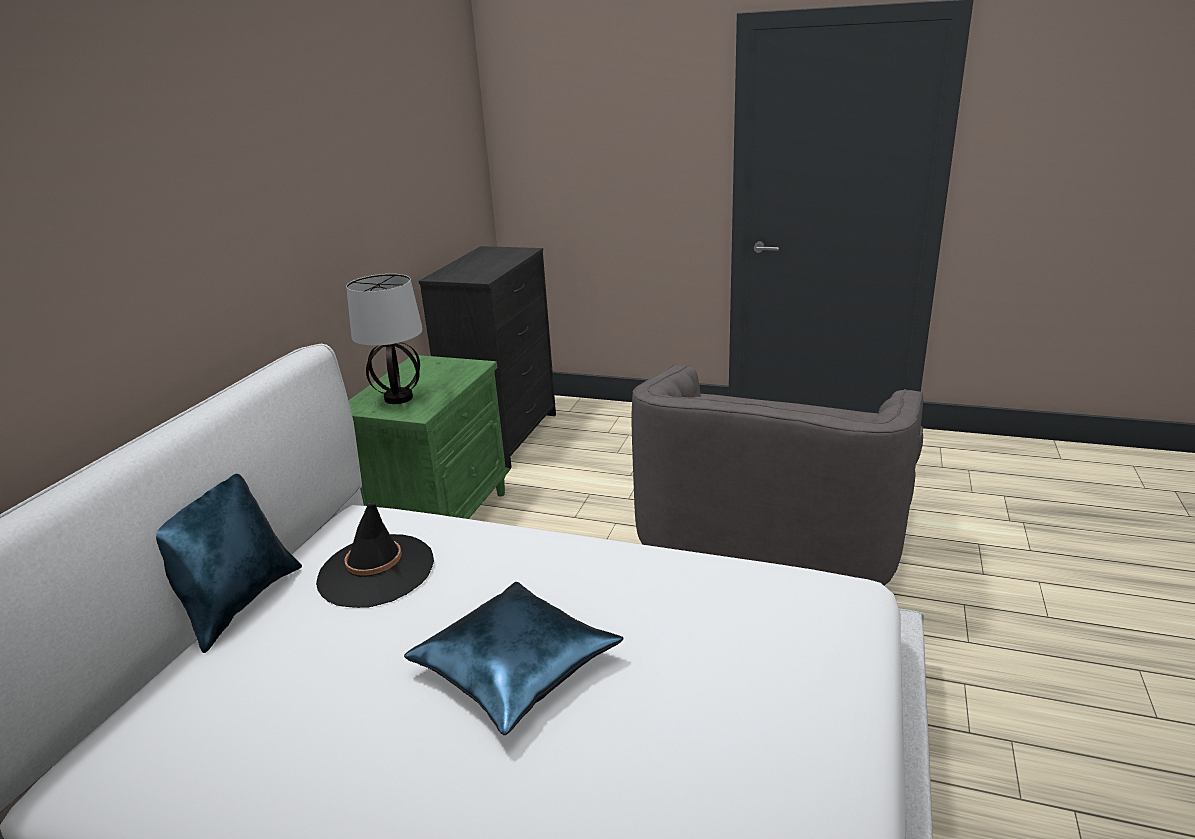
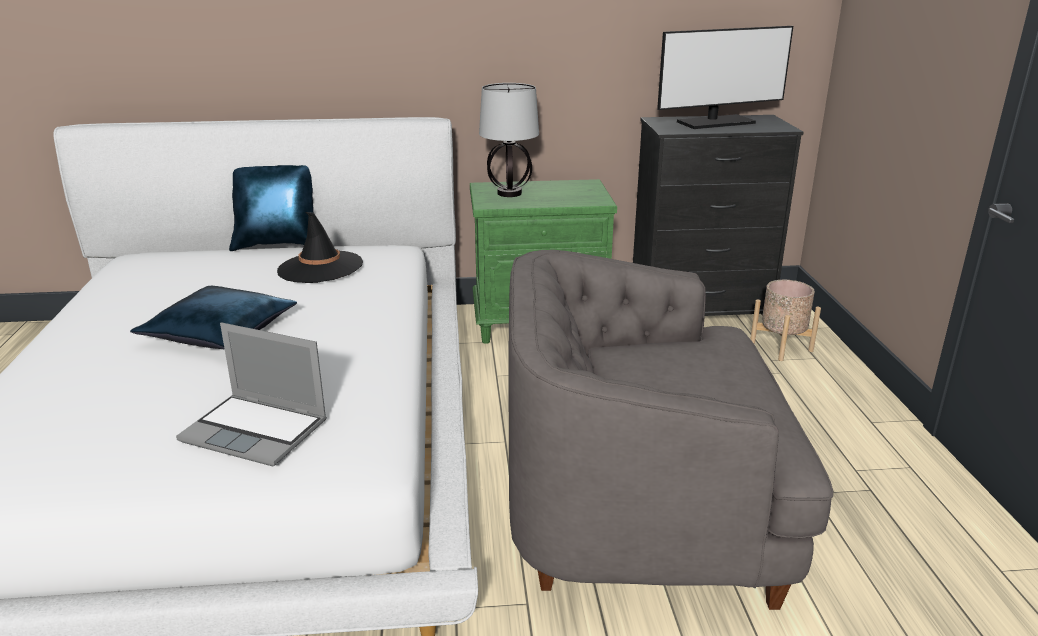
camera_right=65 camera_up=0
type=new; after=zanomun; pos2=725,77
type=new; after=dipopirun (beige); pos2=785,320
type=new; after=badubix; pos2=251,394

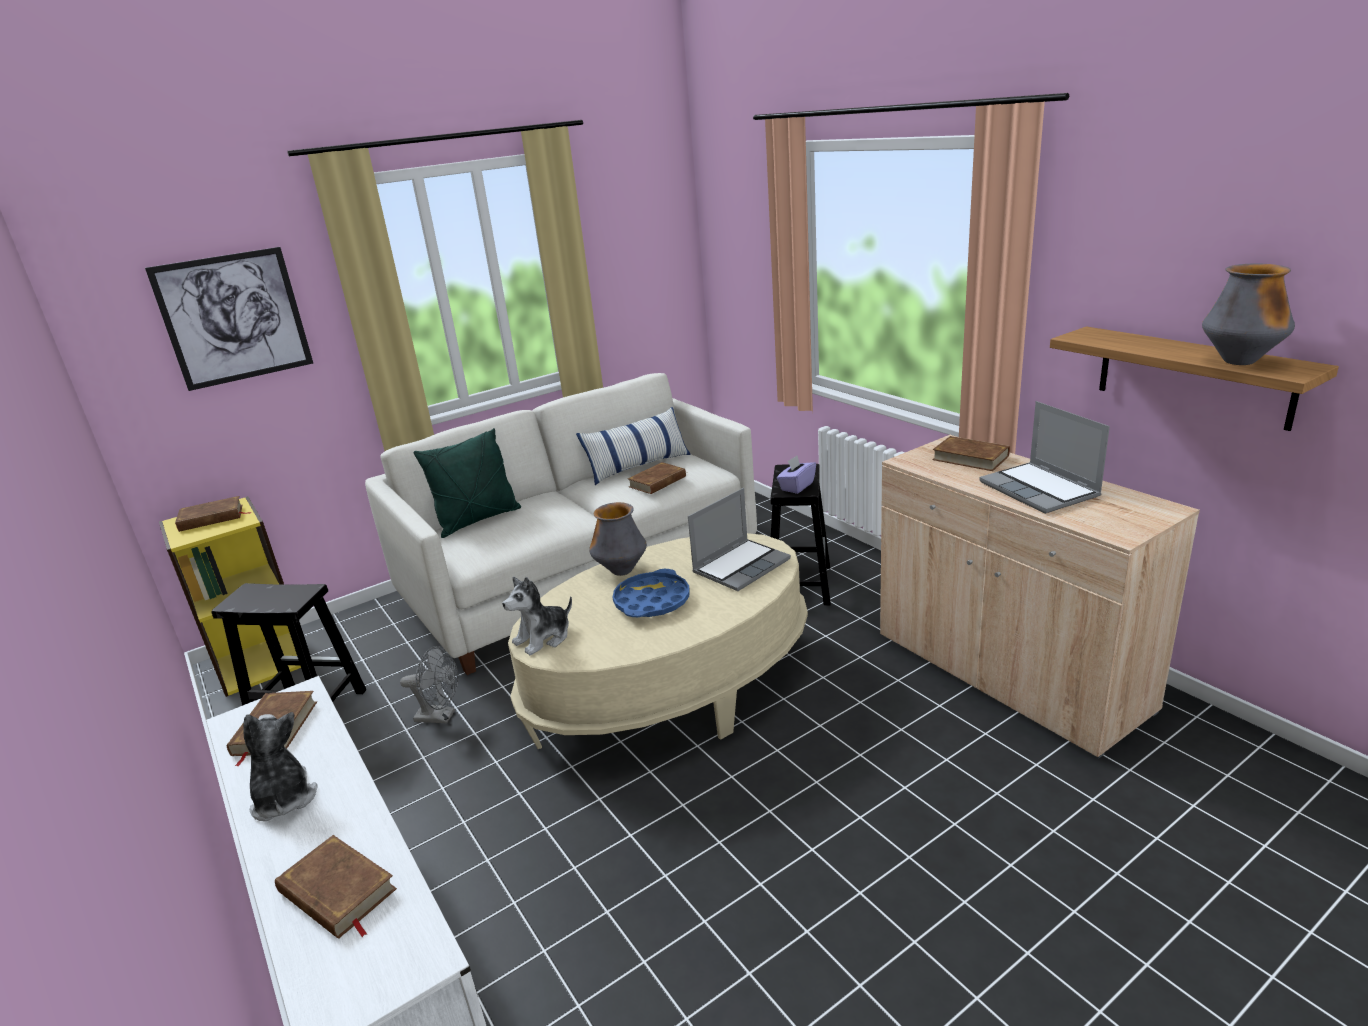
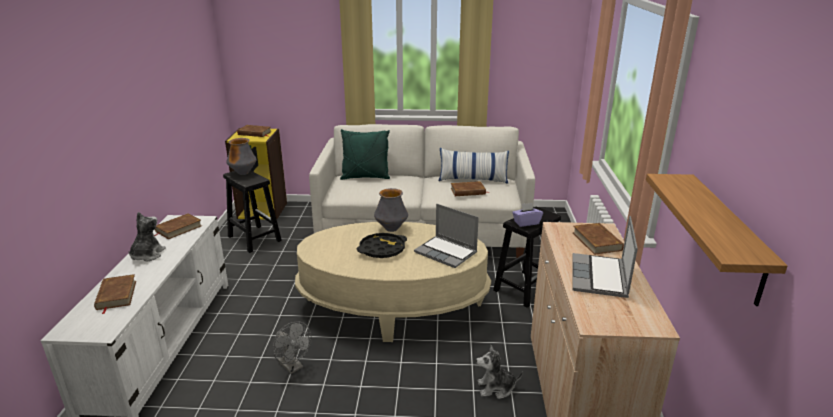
camera_right=35 camera_up=0
type=gone; before=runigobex; pos1=229,319
type=shifted; before=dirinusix; pos1=1248,314; pos2=241,156
type=rotated; before=badubix; pos1=739,539; pos2=446,236; turn=45
type=repainted; before=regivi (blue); after=regivi (black); pos1=651,593; pos2=382,245
type=shifted; before=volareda; pos1=537,616; pos2=499,372
type=shifted; before=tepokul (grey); pos1=429,685; pos2=292,347

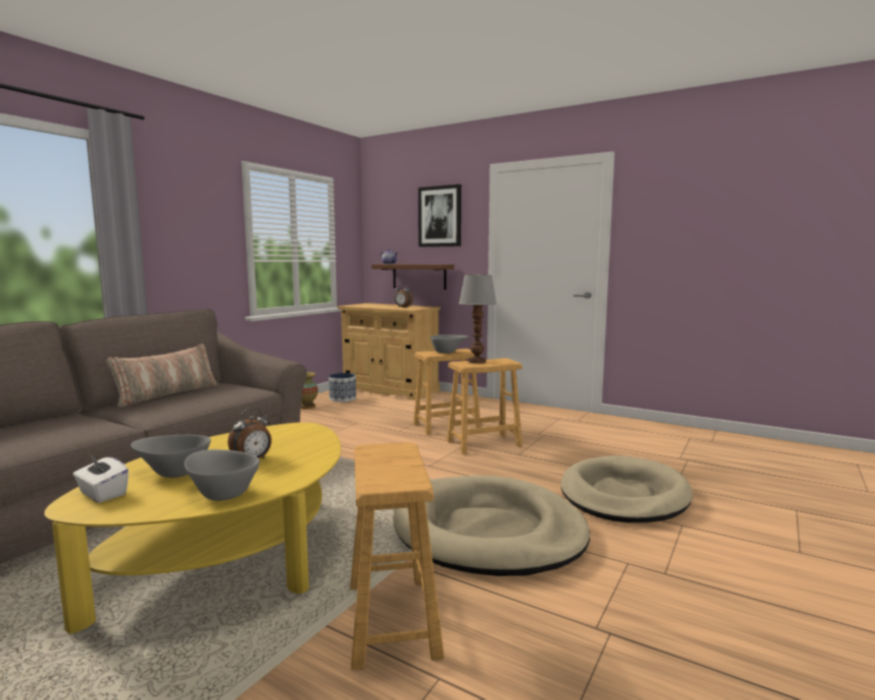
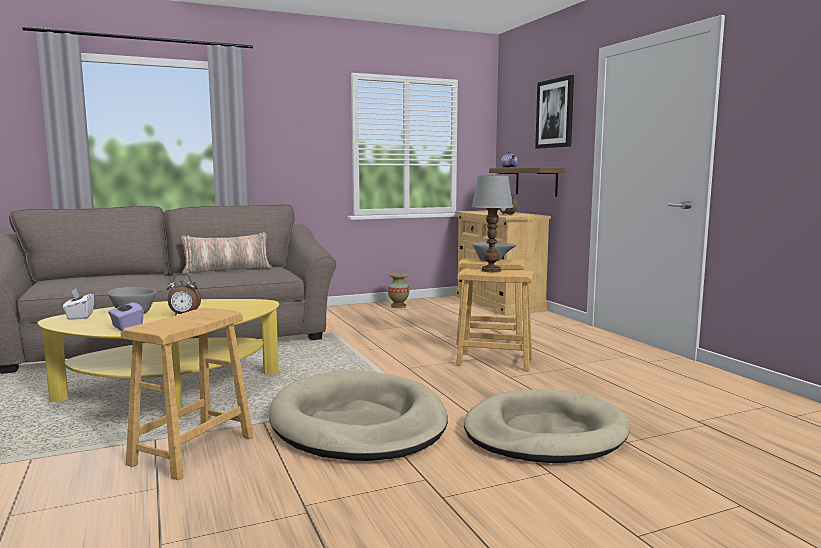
camera_right=35 camera_up=0
type=gone; before=dipopirun; pos1=342,387
type=swapped; before=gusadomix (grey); after=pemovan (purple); pos1=222,475; pos2=126,314

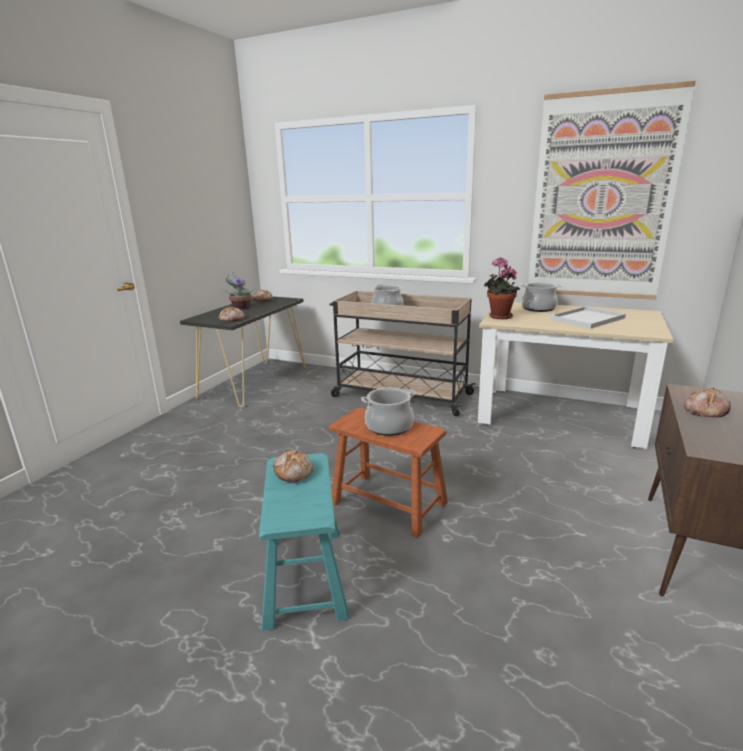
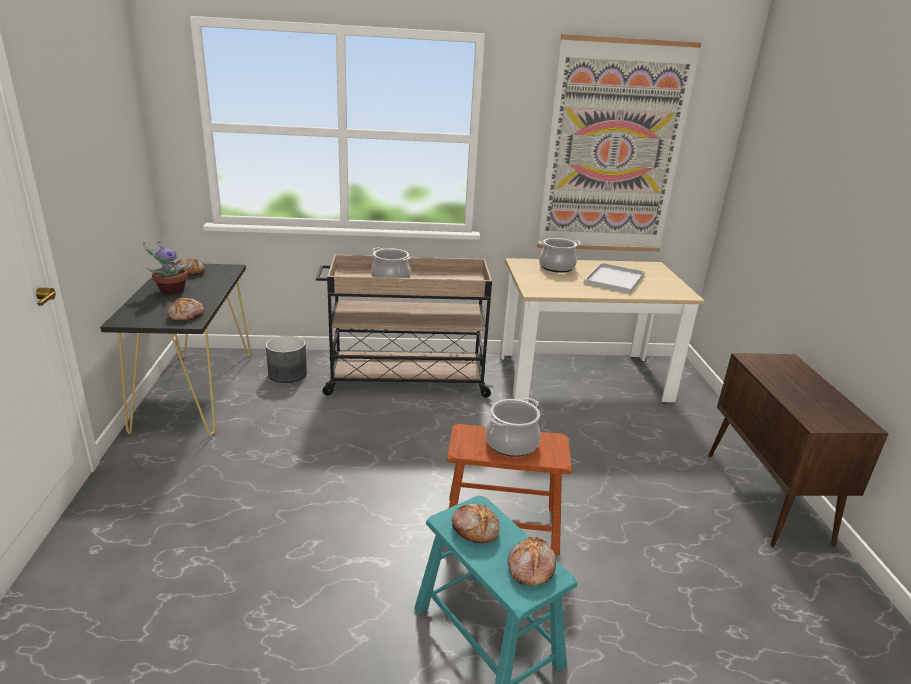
camera_right=-30 camera_up=5
type=gone; before=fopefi; pos1=502,288
type=shifted; before=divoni; pos1=707,402; pos2=532,561
type=new; after=dipopirun (grey); pos2=286,359

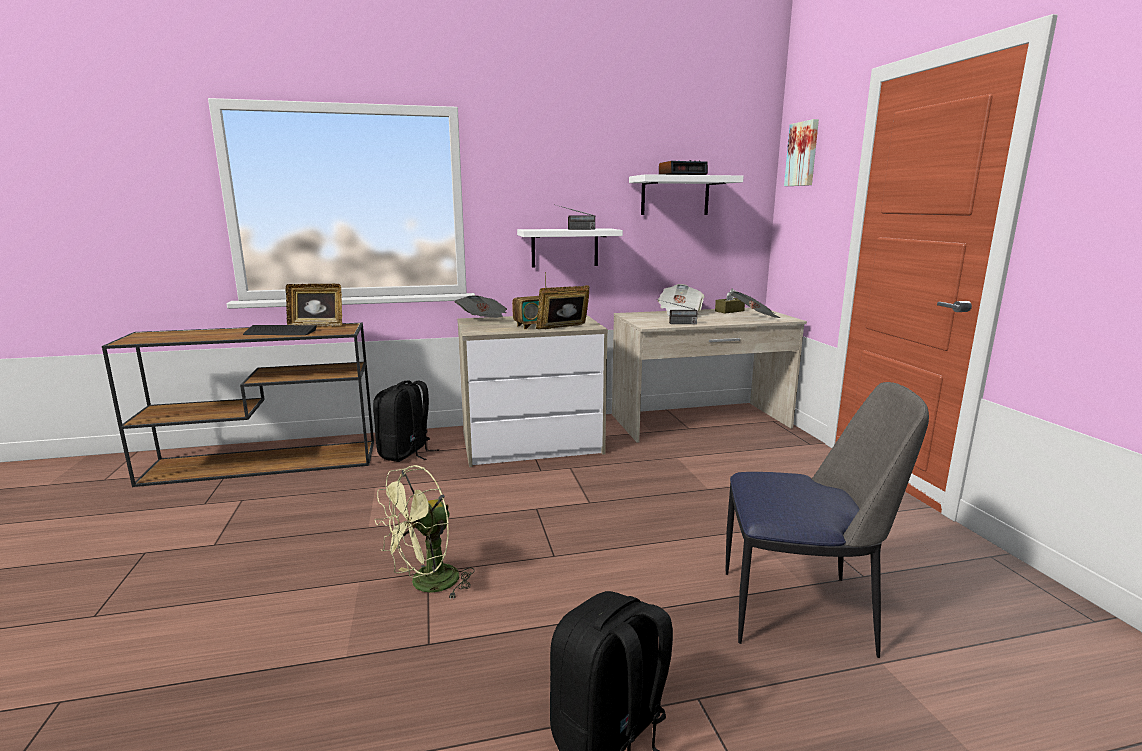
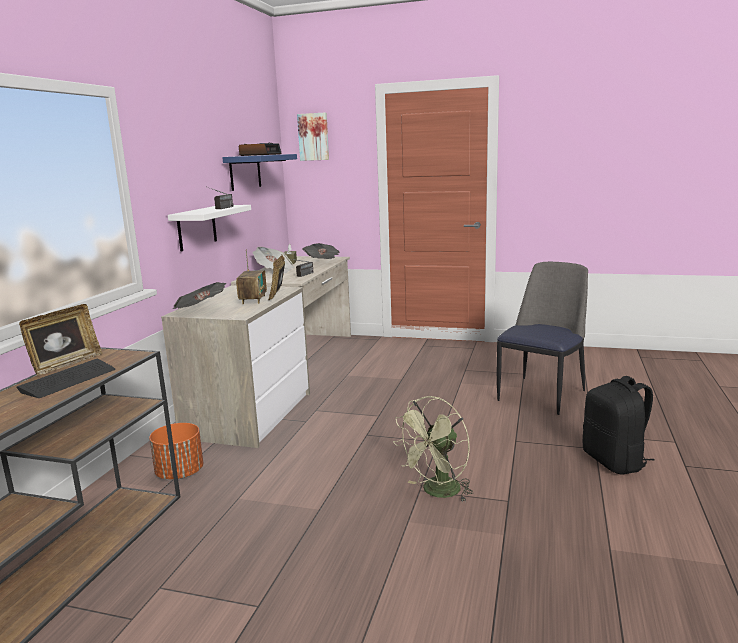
camera_right=-60 camera_up=0
type=repainted; before=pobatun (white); after=pobatun (blue); pos1=686,194; pos2=259,172
type=swapped; before=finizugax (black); after=dipopirun (orange); pos1=406,421; pos2=176,451
type=rotated; before=tepokul (green); pos1=424,532; pos2=433,449; turn=60

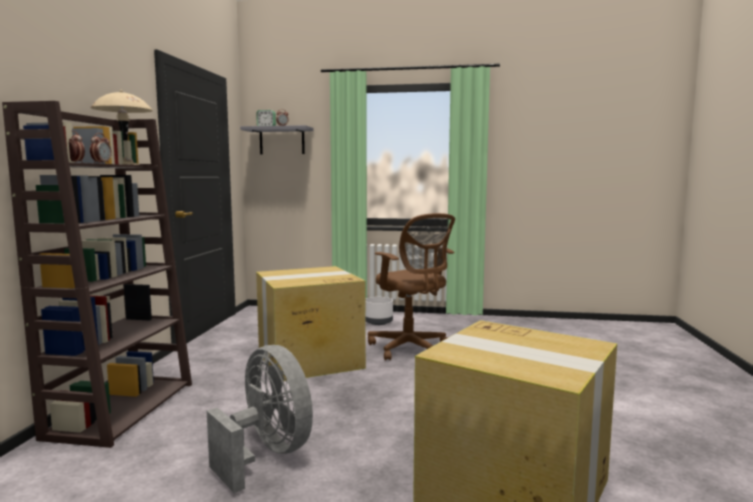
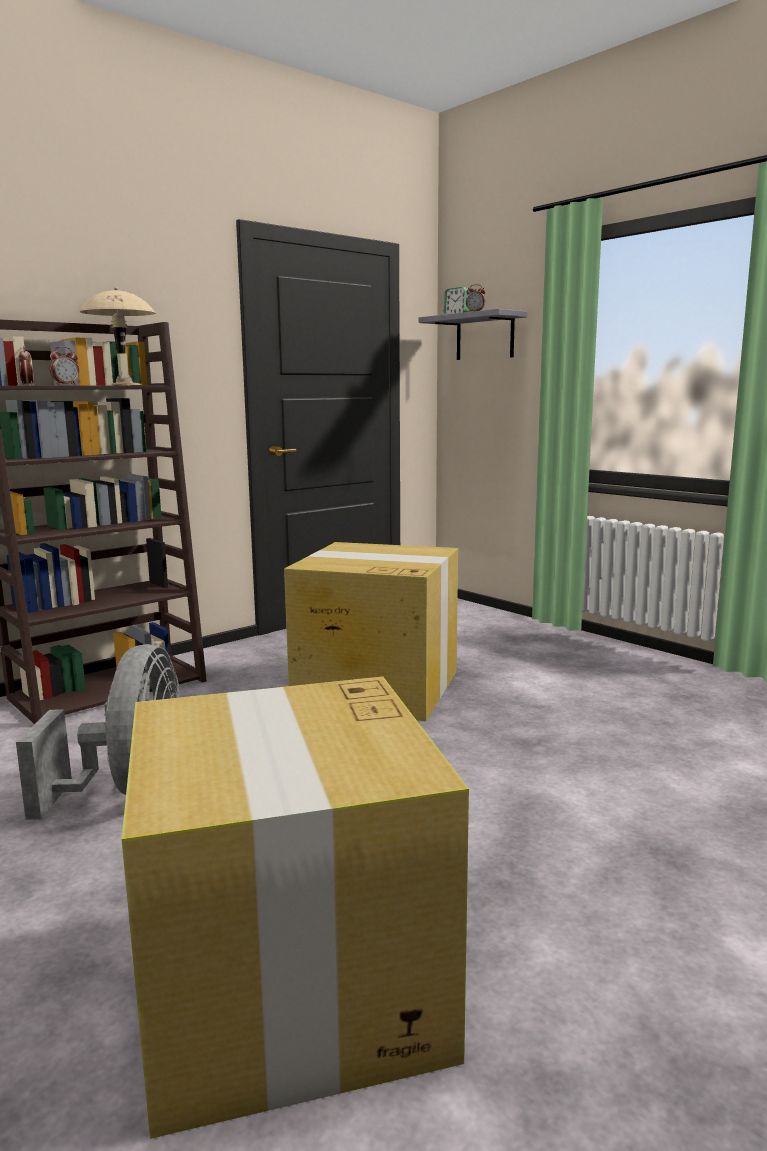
camera_right=40 camera_up=5
type=gone; before=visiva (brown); pos1=411,286
type=gone; before=dipopirun (white); pos1=379,311

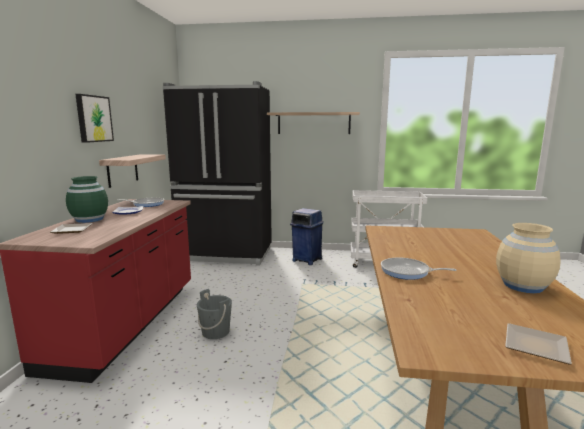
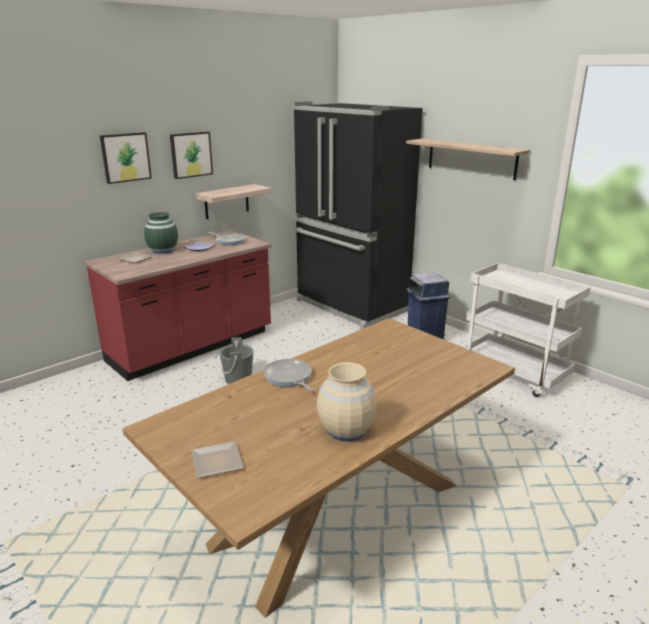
camera_right=40 camera_up=10
type=new; after=runigobex; pos2=126,158

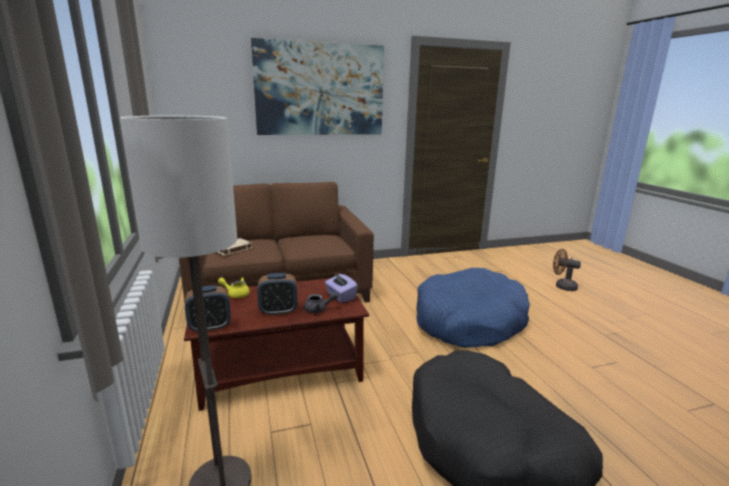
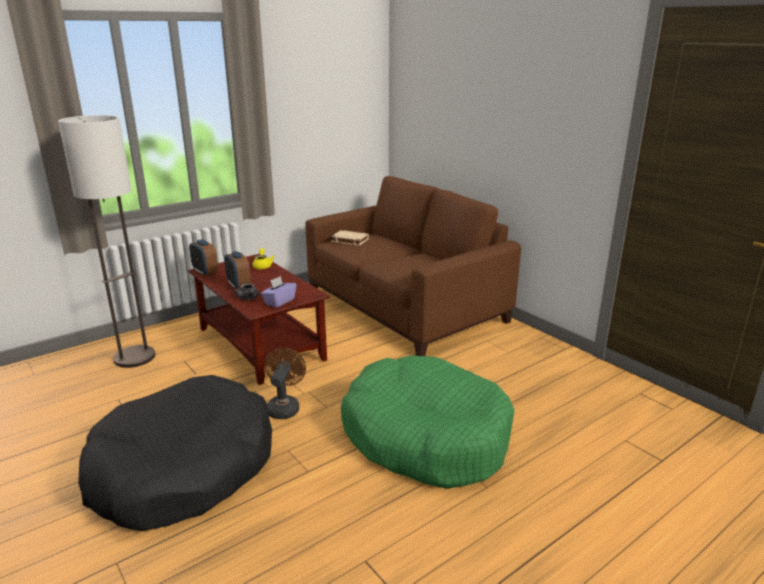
camera_right=70 camera_up=5
type=gone; before=runigobex; pos1=317,86
type=shifted; before=tepokul (brown); pos1=567,270; pos2=285,383
type=repainted; before=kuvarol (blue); after=kuvarol (green); pos1=473,308; pos2=428,422

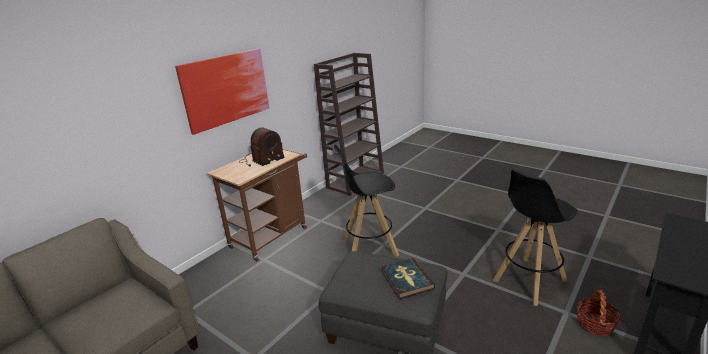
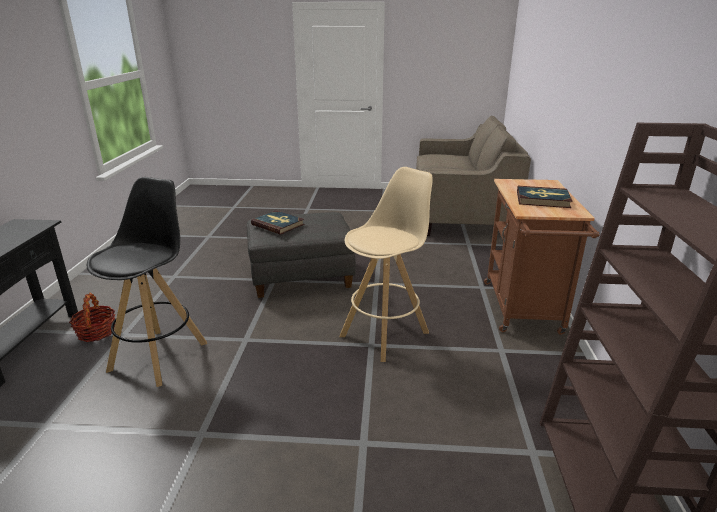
camera_right=145 camera_up=0
type=gone; before=runigobex; pos1=222,92
type=swapped; before=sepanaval; after=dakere; pos1=262,147; pos2=544,197
type=repainted; before=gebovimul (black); after=gebovimul (beige); pos1=365,200; pos2=386,264

